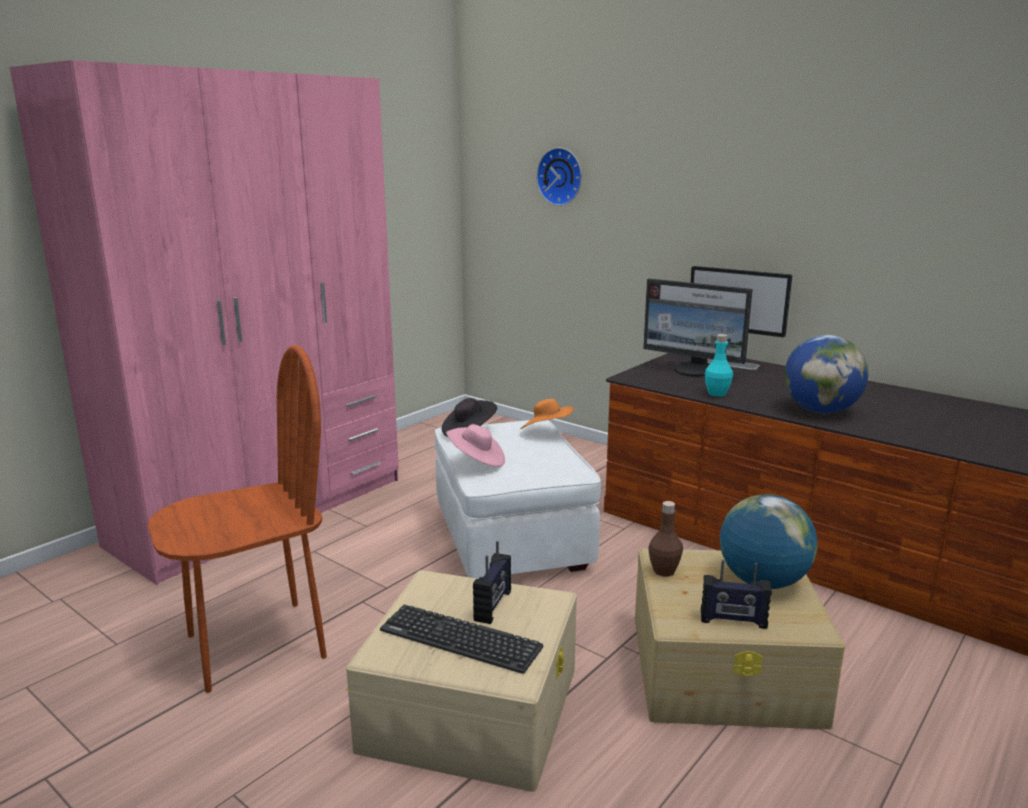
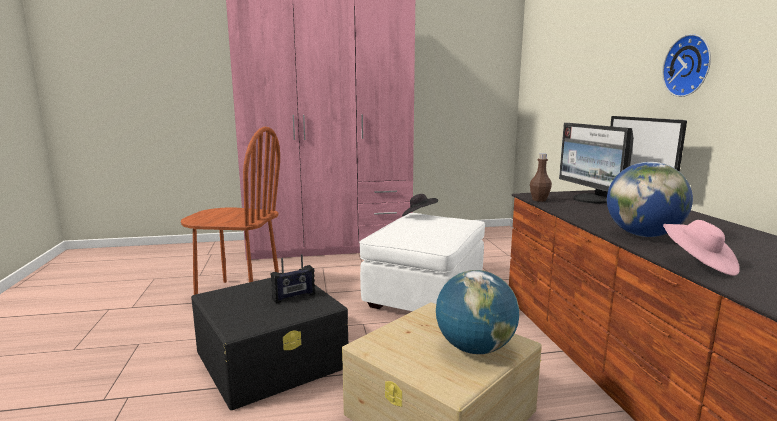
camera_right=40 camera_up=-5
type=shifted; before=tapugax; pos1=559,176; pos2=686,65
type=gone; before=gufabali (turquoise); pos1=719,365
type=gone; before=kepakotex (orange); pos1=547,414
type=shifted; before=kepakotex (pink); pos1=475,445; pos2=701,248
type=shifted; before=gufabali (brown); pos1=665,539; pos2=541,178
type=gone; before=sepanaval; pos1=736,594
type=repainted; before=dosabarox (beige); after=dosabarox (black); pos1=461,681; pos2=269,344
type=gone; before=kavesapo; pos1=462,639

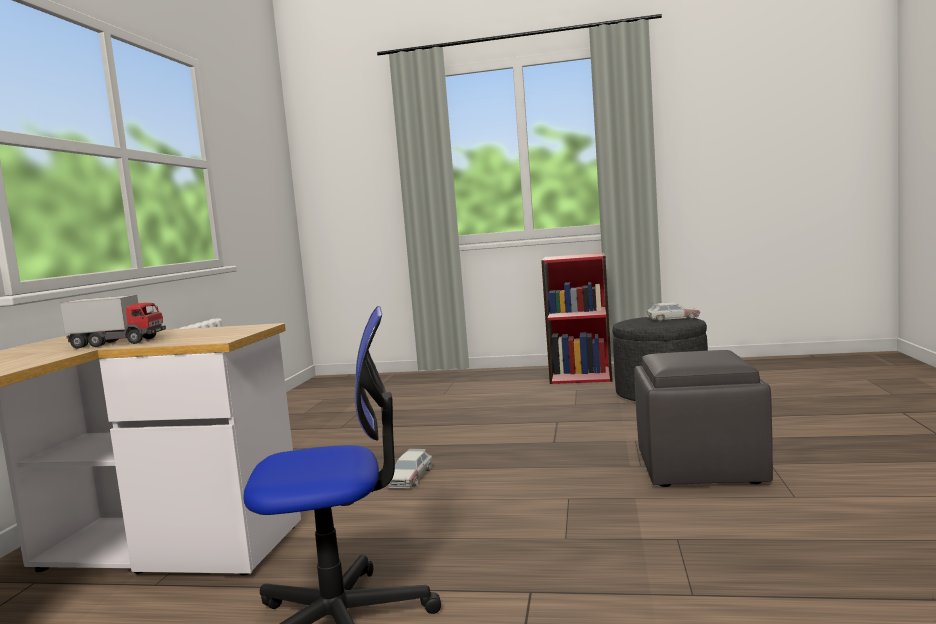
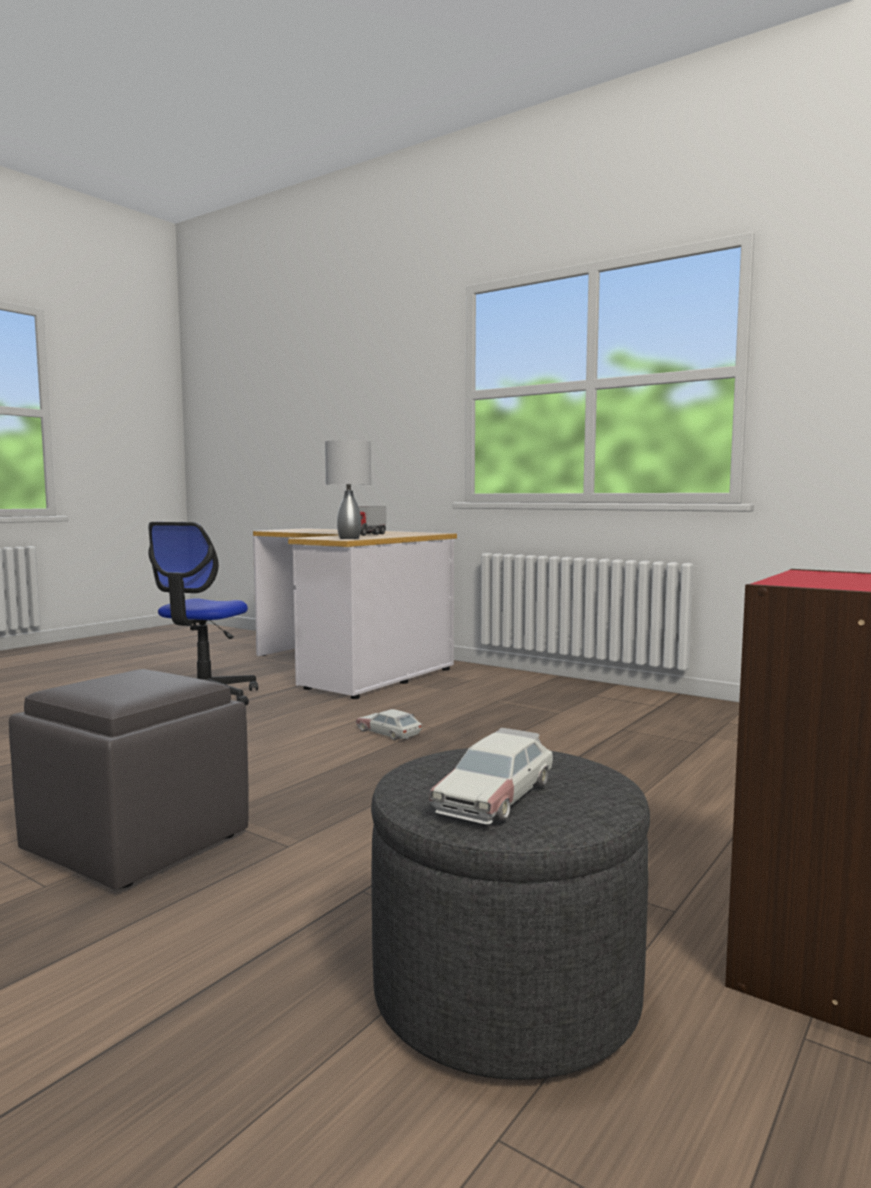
camera_right=115 camera_up=0
type=new; after=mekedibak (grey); pos2=348,489

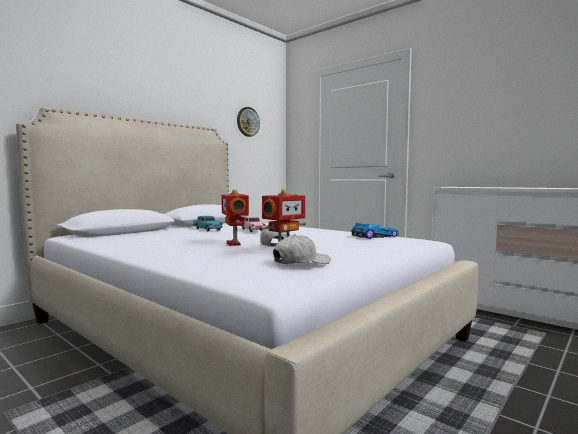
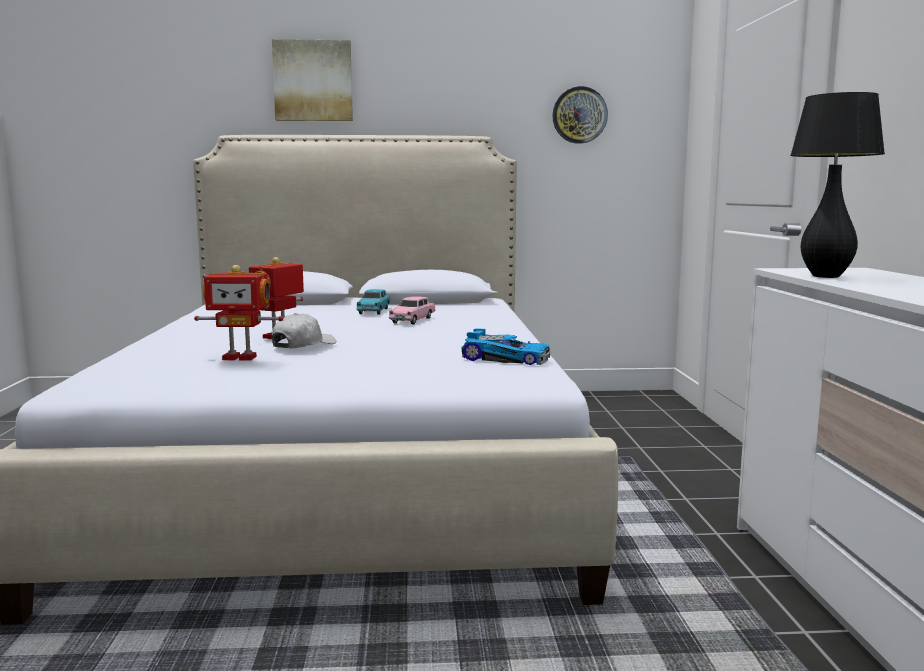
camera_right=45 camera_up=5
type=gone; before=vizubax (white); pos1=302,249
type=new; after=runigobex; pos2=312,80
type=new; after=mekedibak (black); pos2=837,185

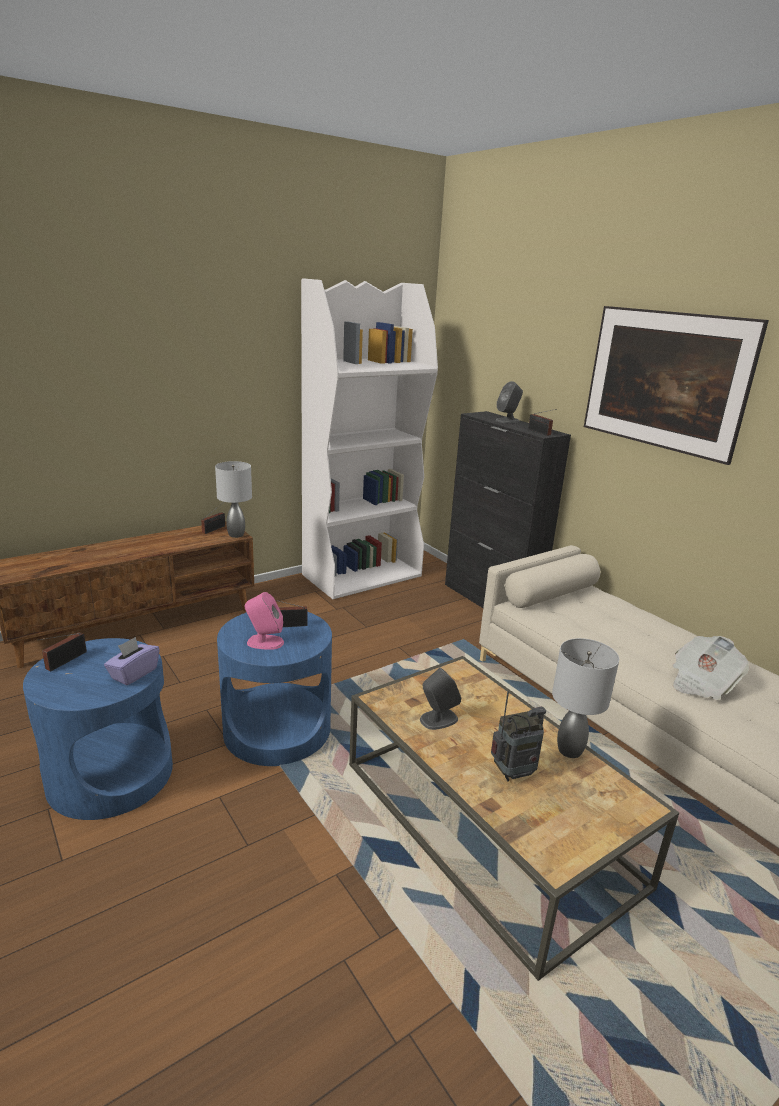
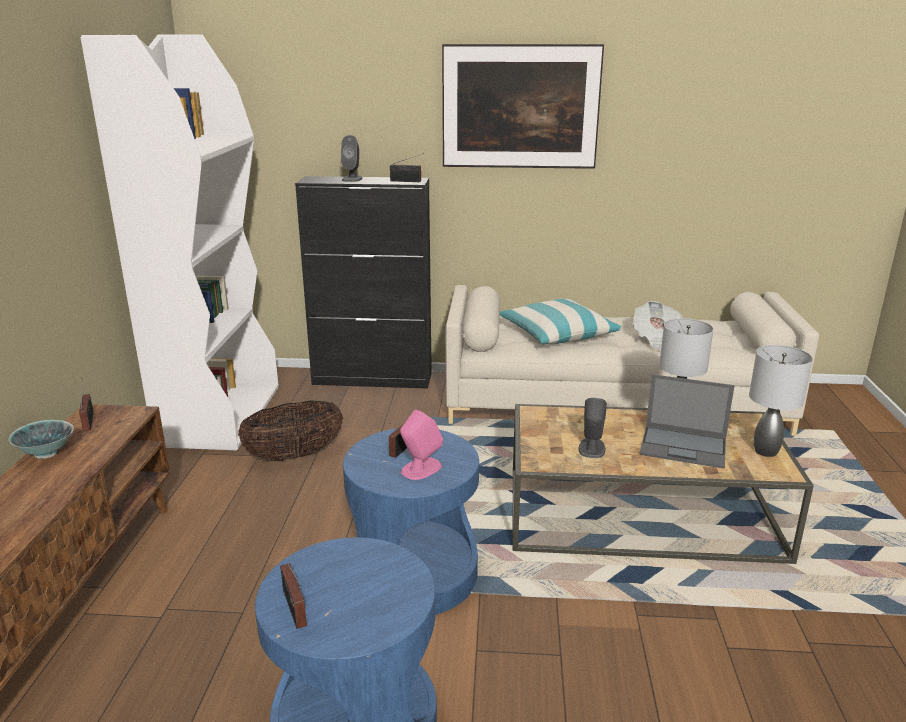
camera_right=-50 camera_up=0
type=shifted; before=mekedibak (grey); pos1=233,499; pos2=781,401
type=gone; before=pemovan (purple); pos1=132,661
type=swapped; before=sepanaval; after=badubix; pos1=518,736; pos2=687,421
type=new; after=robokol; pos2=561,321
type=new; after=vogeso; pos2=290,430
type=new; after=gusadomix; pos2=41,439

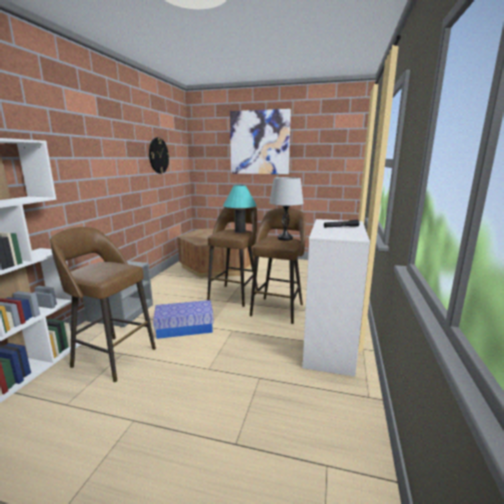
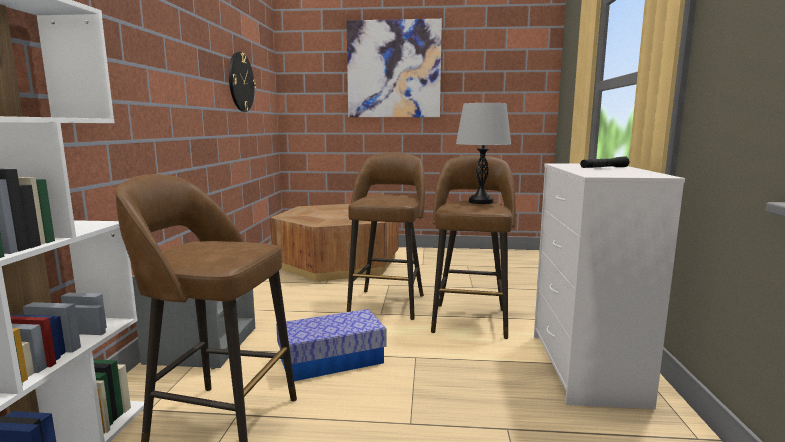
camera_right=-10 camera_up=-5
type=gone; before=mekedibak (turquoise); pos1=240,209

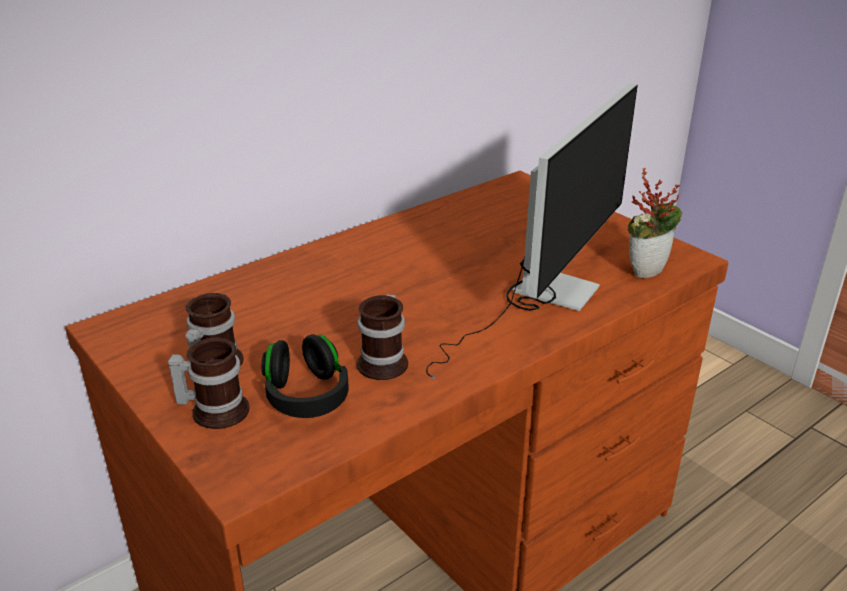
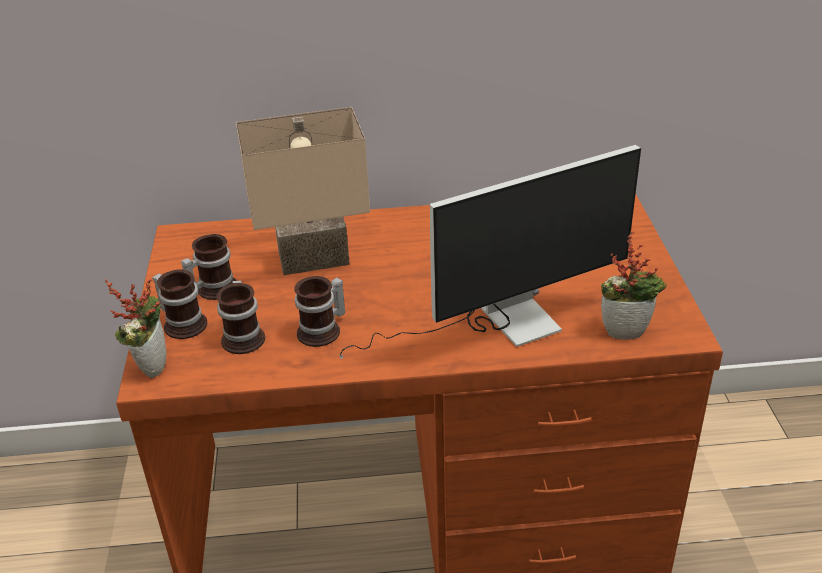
camera_right=35 camera_up=5
type=swapped; before=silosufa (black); after=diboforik; pos1=305,376; pos2=240,317
type=new; after=mekedibak (beige); pos2=303,191
type=new; after=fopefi; pos2=135,328

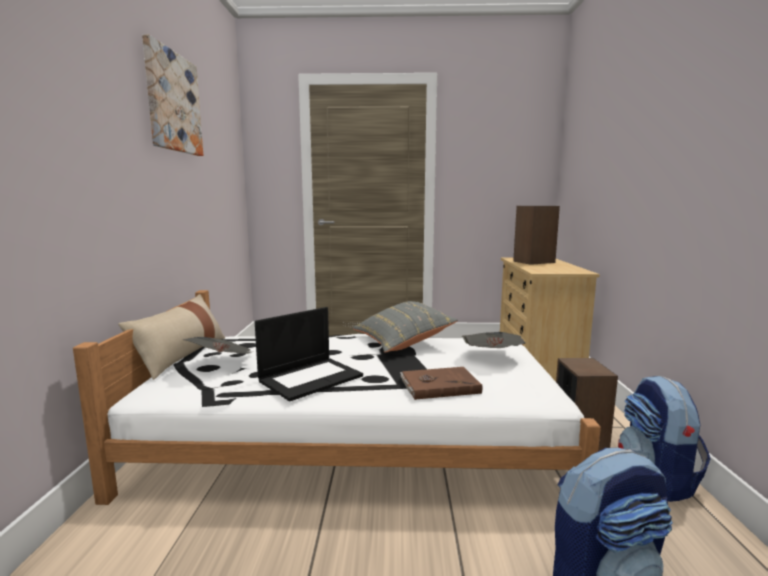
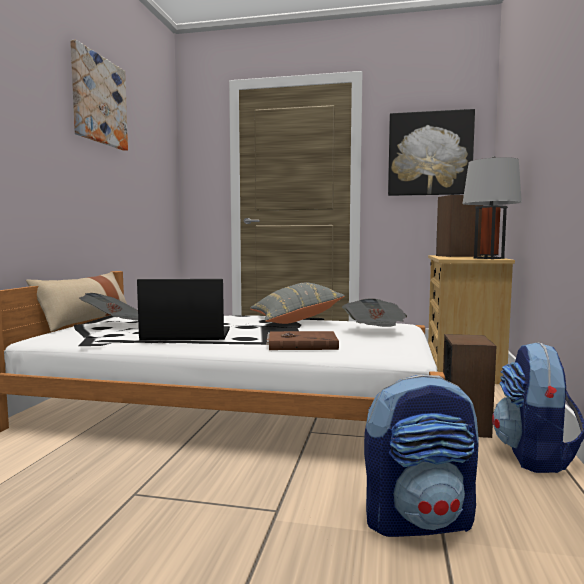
camera_right=10 camera_up=-5
type=rotated; before=badubix; pos1=309,354; pos2=183,310; turn=-150
type=new; after=runigobex; pos2=431,152
type=new; after=mekedibak (grey); pos2=492,207

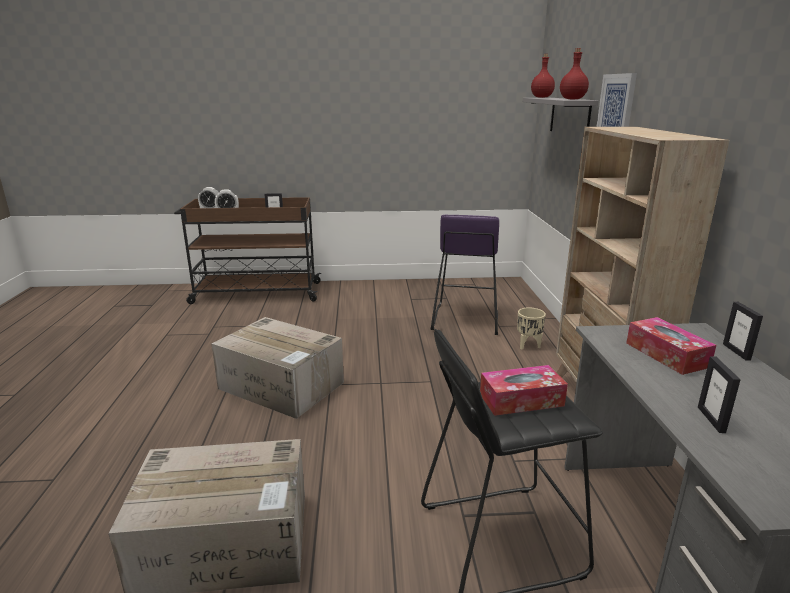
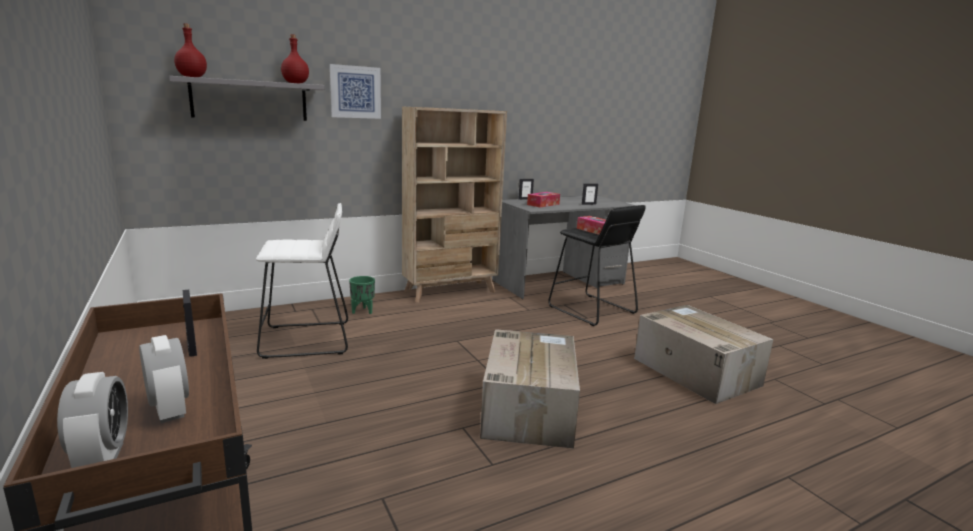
camera_right=-115 camera_up=-5
type=repainted; before=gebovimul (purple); after=gebovimul (white); pos1=464,274; pos2=302,281
type=repainted; before=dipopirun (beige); after=dipopirun (green); pos1=531,328; pos2=362,295

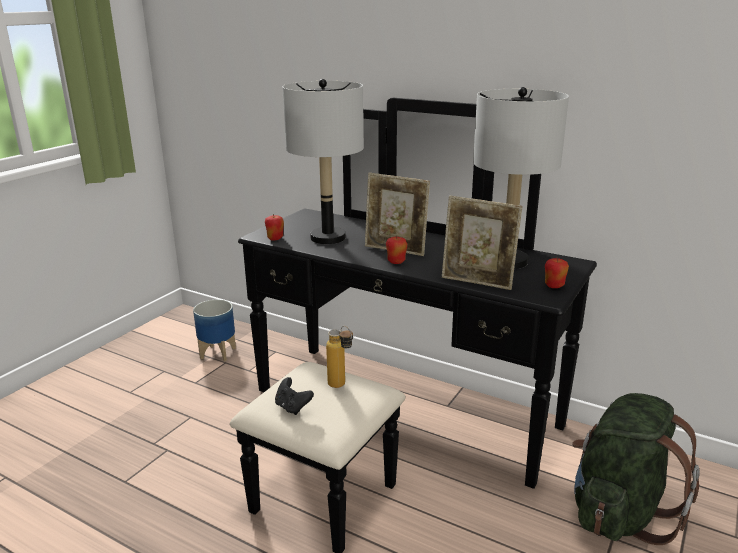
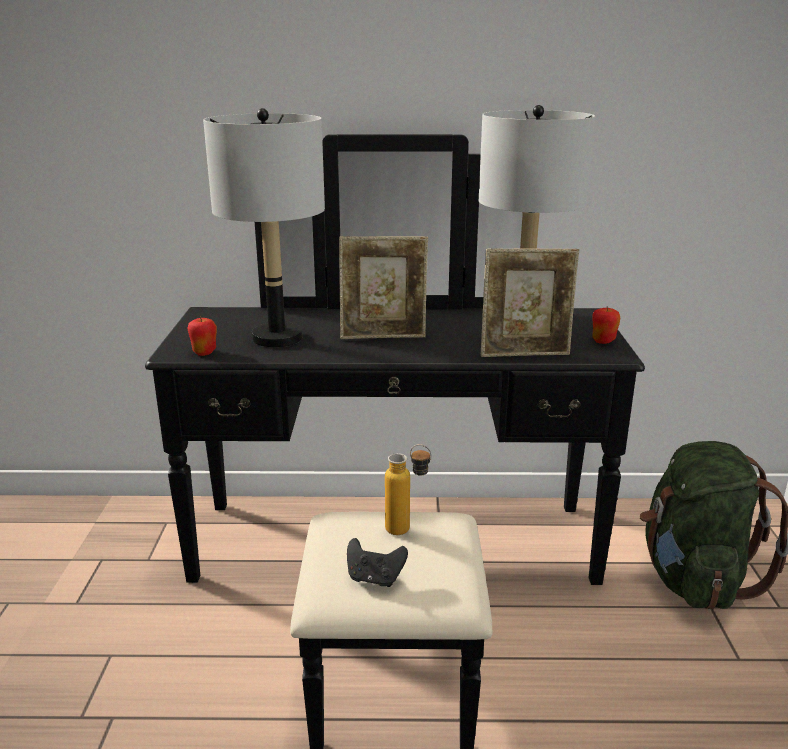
camera_right=-30 camera_up=0
type=gone; before=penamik; pos1=396,250
type=gone; before=dipopirun; pos1=214,331

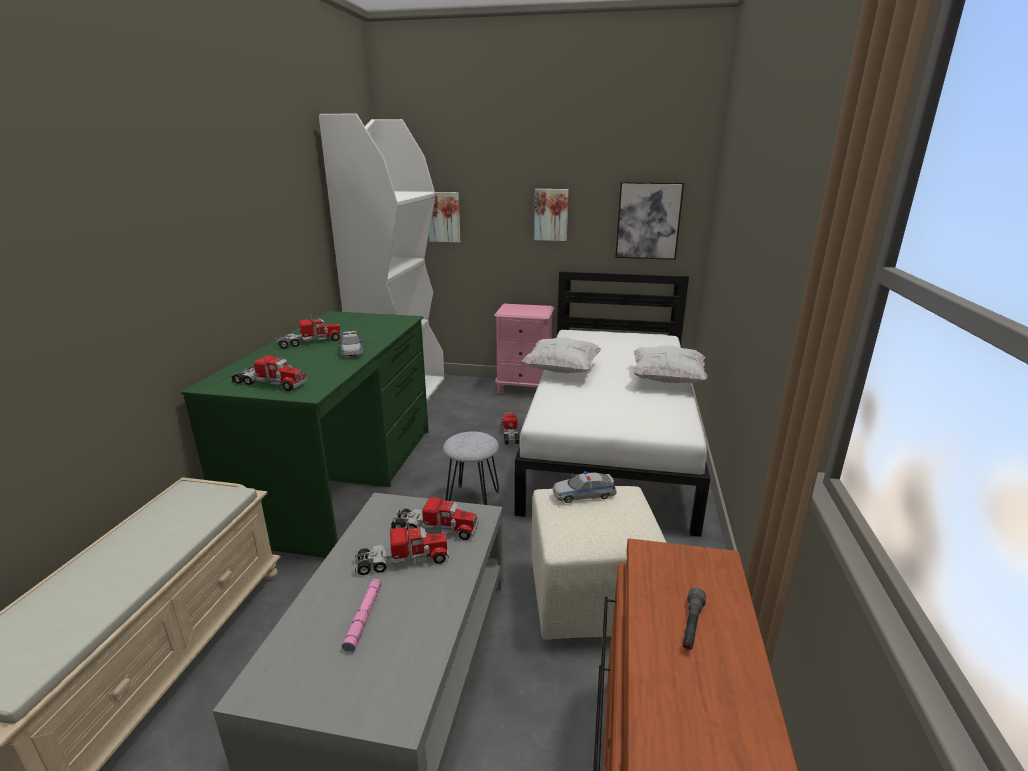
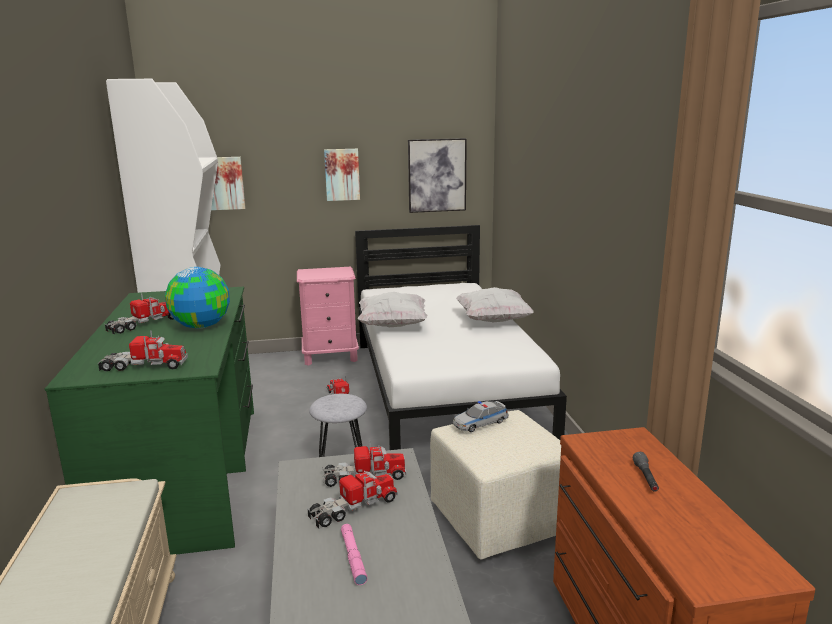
camera_right=-20 camera_up=-5
type=swapped; before=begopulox; after=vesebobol; pos1=350,344; pos2=197,298

